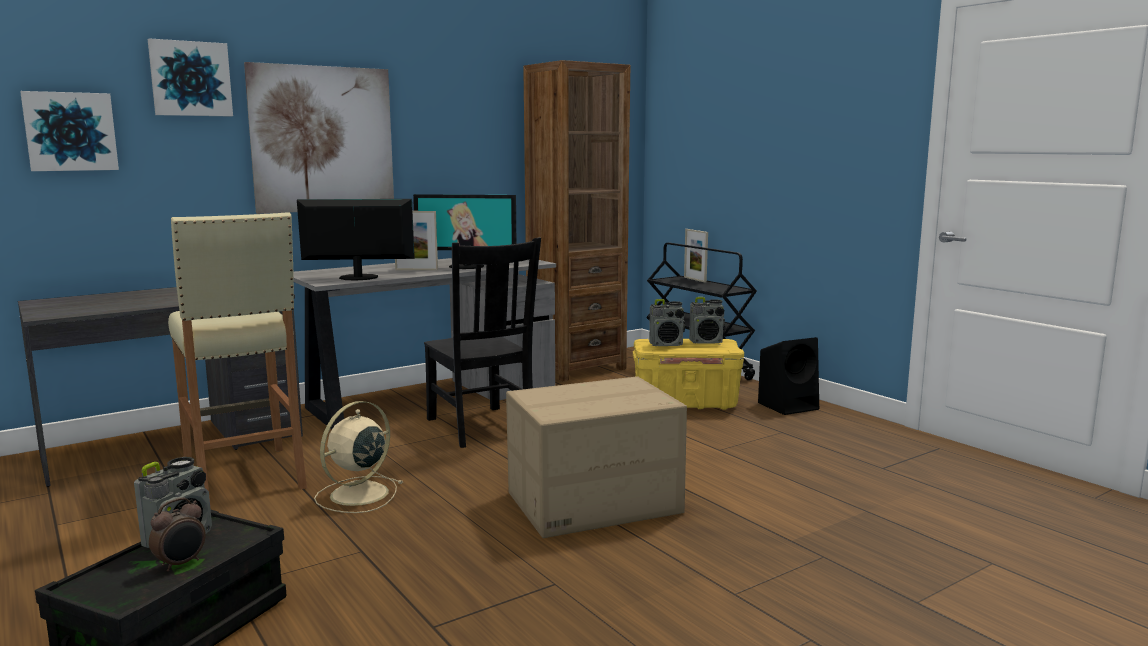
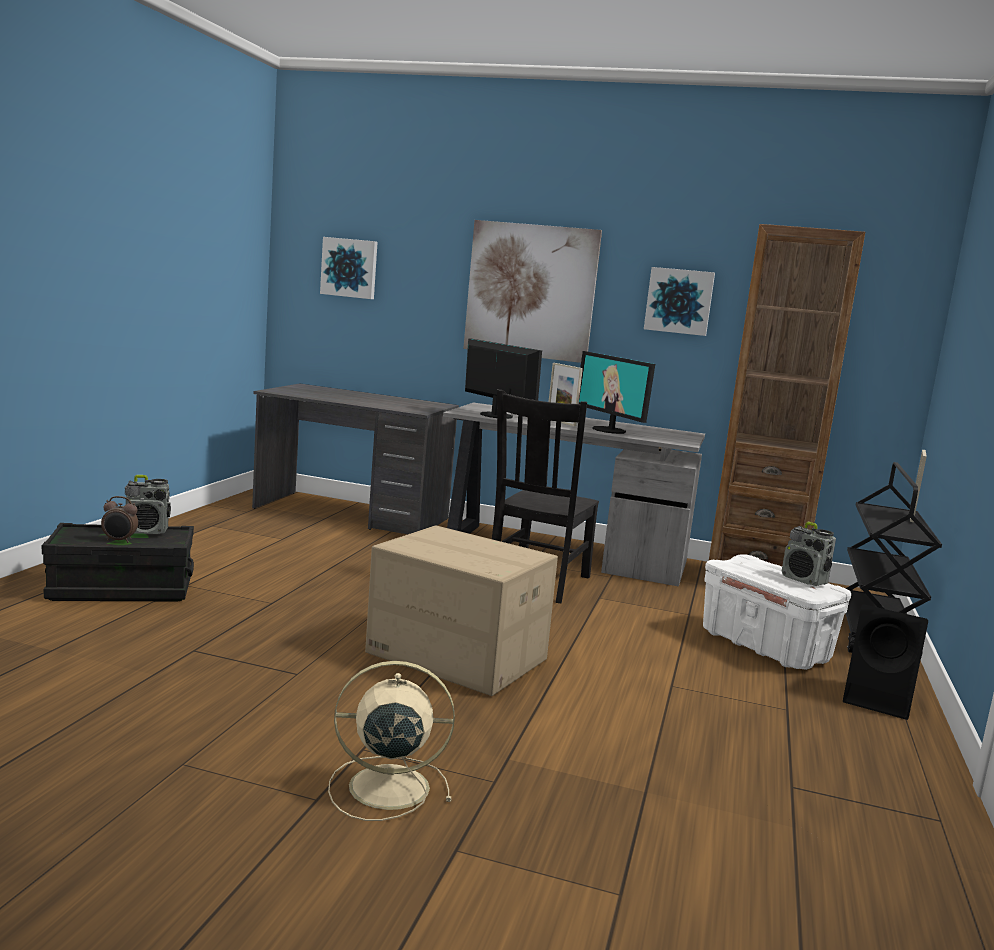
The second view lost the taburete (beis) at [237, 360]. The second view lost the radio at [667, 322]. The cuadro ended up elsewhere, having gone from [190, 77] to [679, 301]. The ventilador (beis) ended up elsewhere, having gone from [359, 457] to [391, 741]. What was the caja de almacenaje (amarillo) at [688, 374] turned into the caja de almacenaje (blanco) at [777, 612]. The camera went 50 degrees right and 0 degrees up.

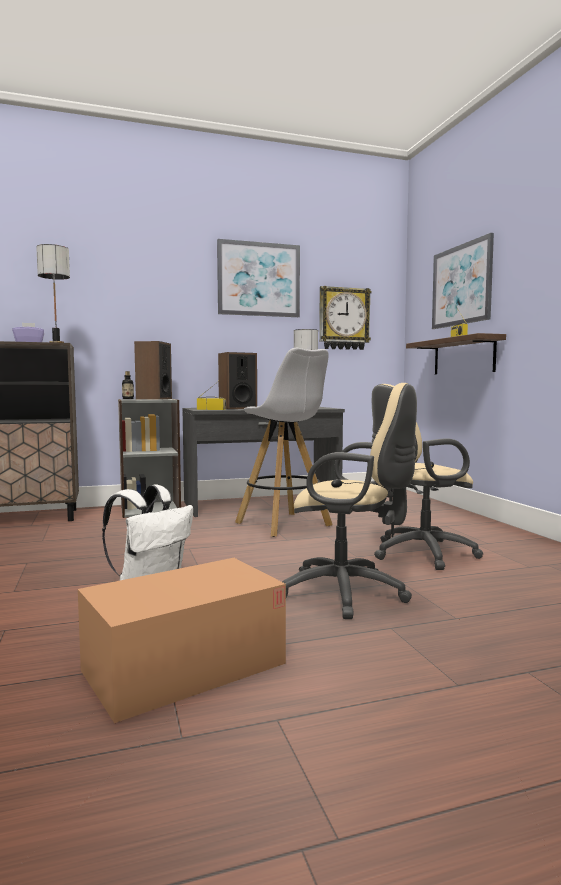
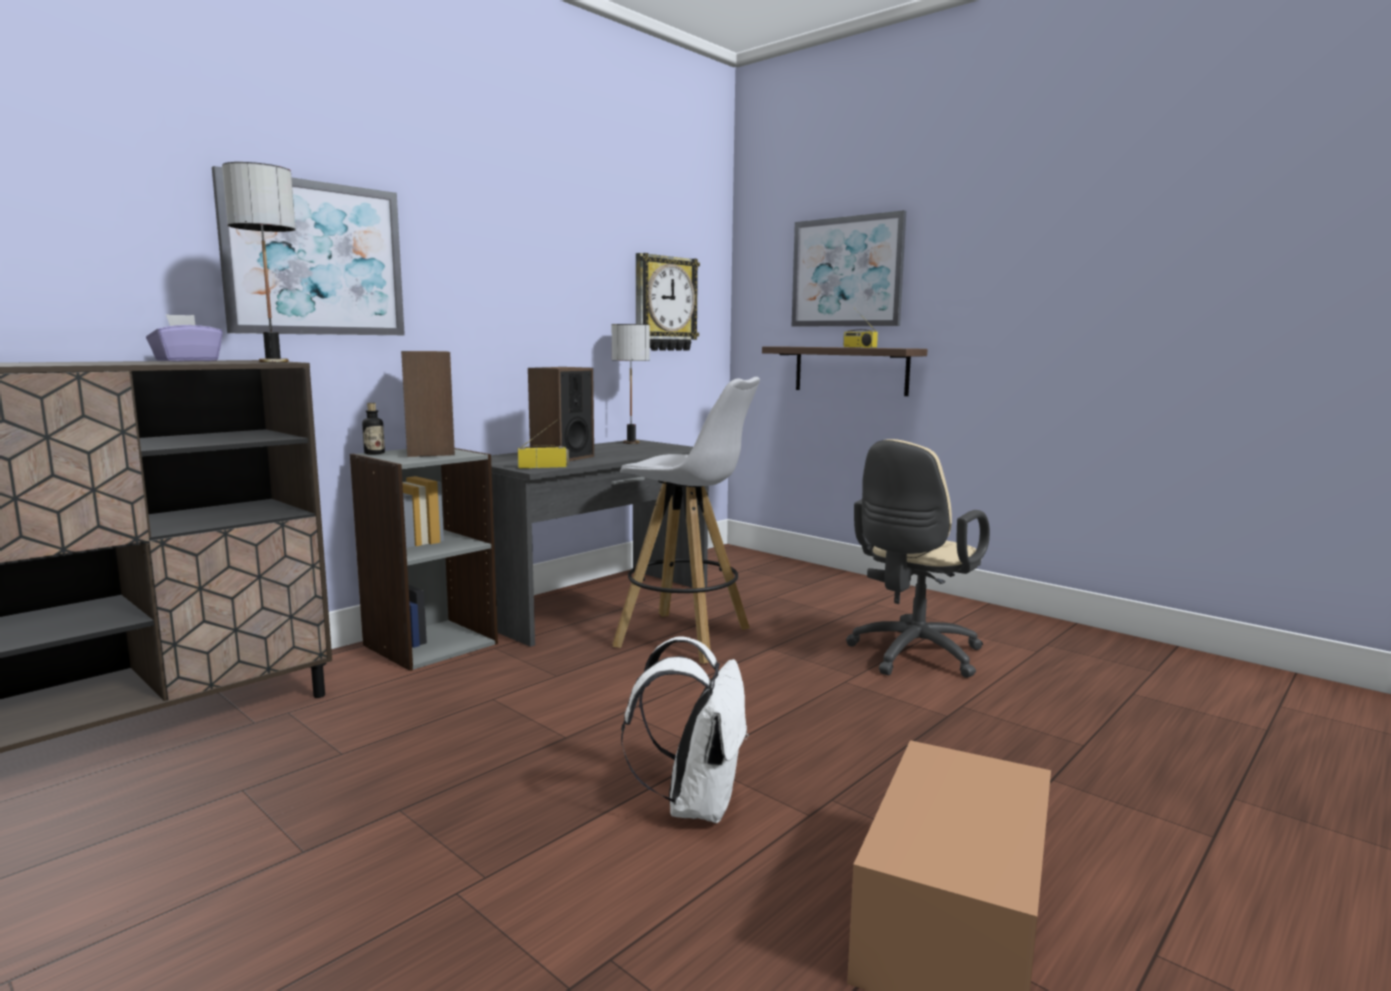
The second view lost the silla de oficina (beis) at [349, 501]. The cuadro ended up elsewhere, having gone from [258, 278] to [308, 250]. The camera went 30 degrees left and 5 degrees up.

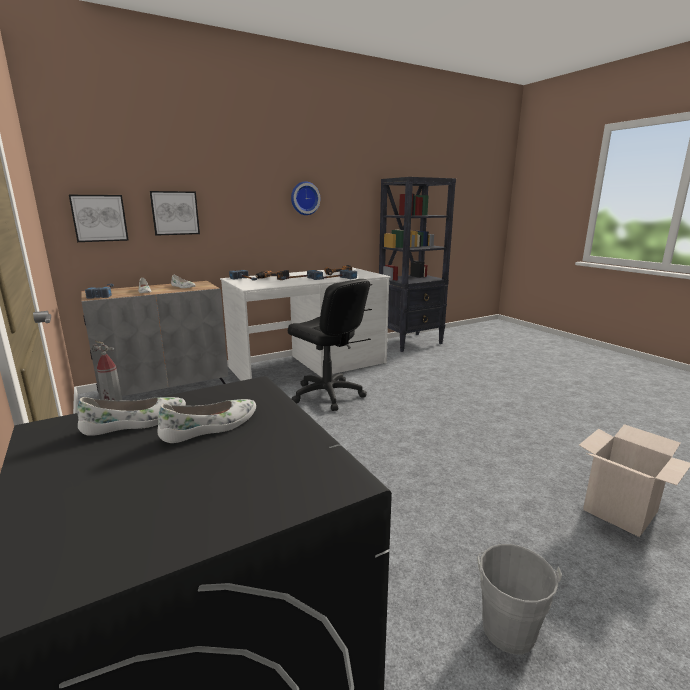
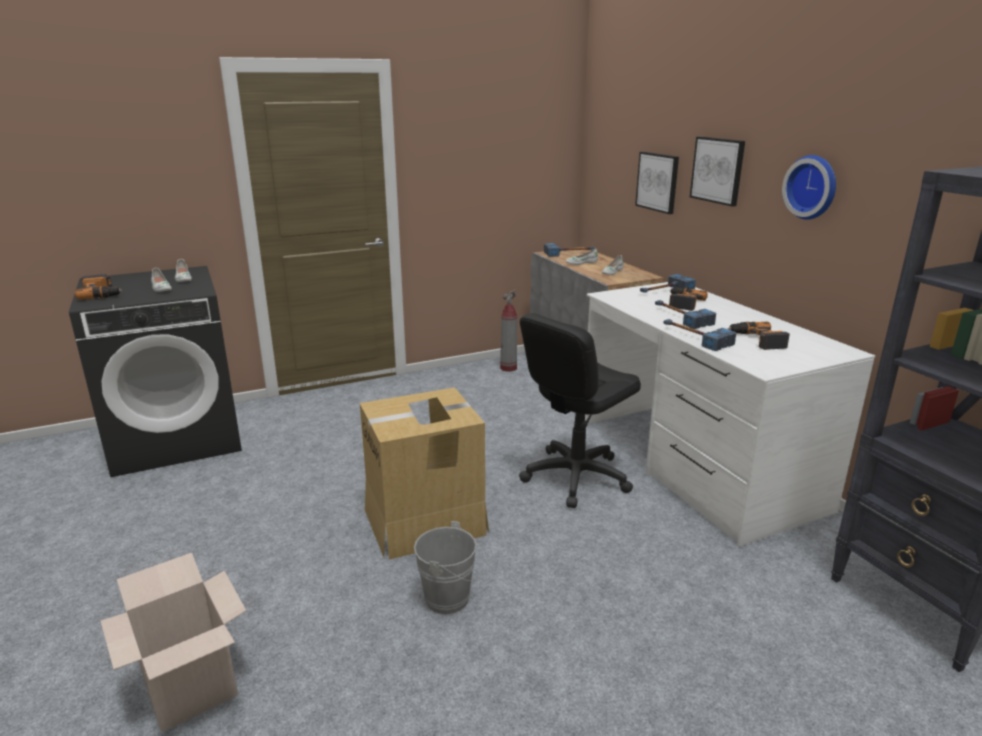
The second view gained the taladro at [98, 287]. The second view gained the caja de cartón at [424, 474]. The cuadro ended up elsewhere, having gone from [99, 218] to [717, 172]. The cubo (gris) ended up elsewhere, having gone from [519, 599] to [451, 568]. The camera went 95 degrees right and 5 degrees up.

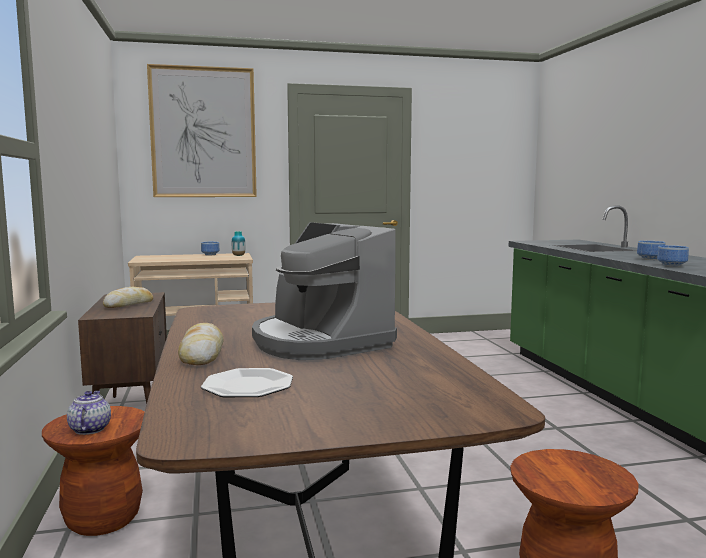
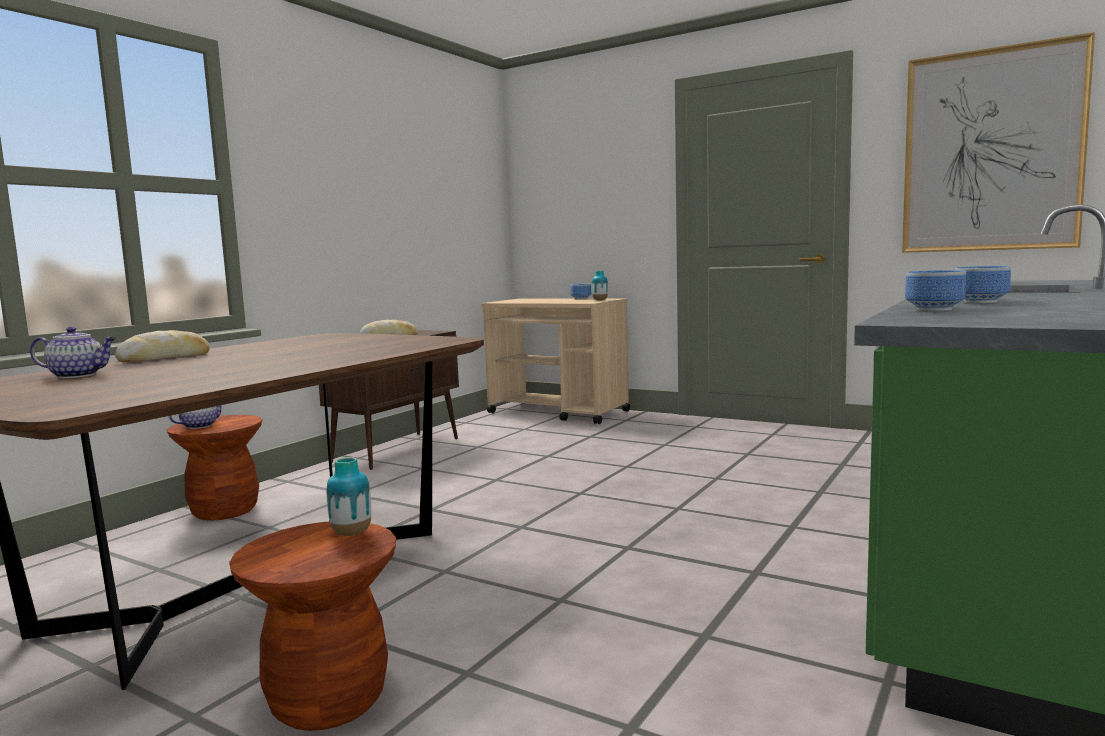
The second view lost the cafetera at [324, 291]. The second view gained the florero at [349, 496]. The cuadro ended up elsewhere, having gone from [202, 130] to [998, 142]. Where the plato stood at [247, 382], the tetera came to stand at [73, 352]. The camera went 45 degrees right and 0 degrees up.

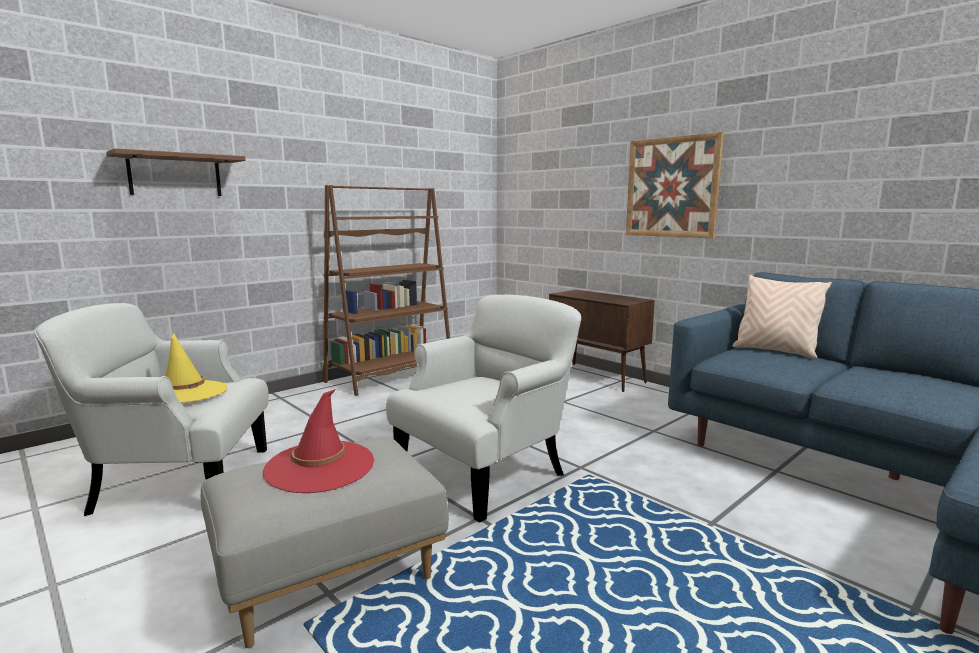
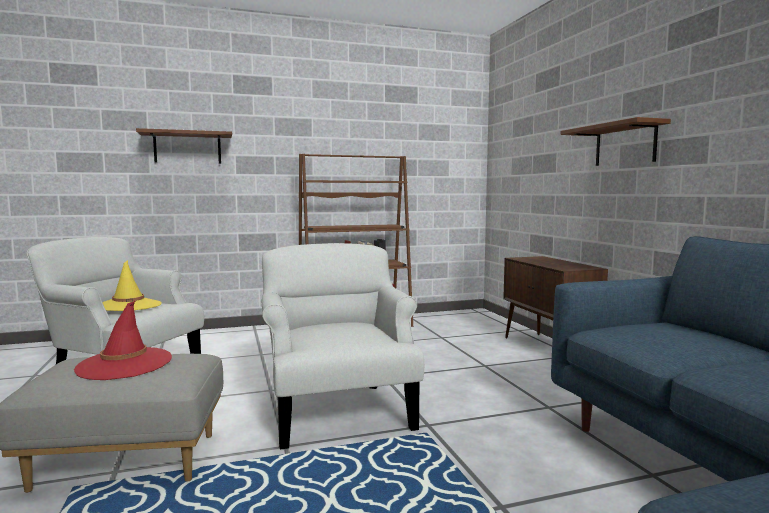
The second view lost the cojín (beis) at [782, 317]. Where the cuadro hung at [675, 185], the estante (marrón) came to hang at [615, 141]. The sillón (blanco) at [483, 409] ended up facing another way, 90 degrees counterclockwise from before. The camera went 25 degrees right and 5 degrees down.

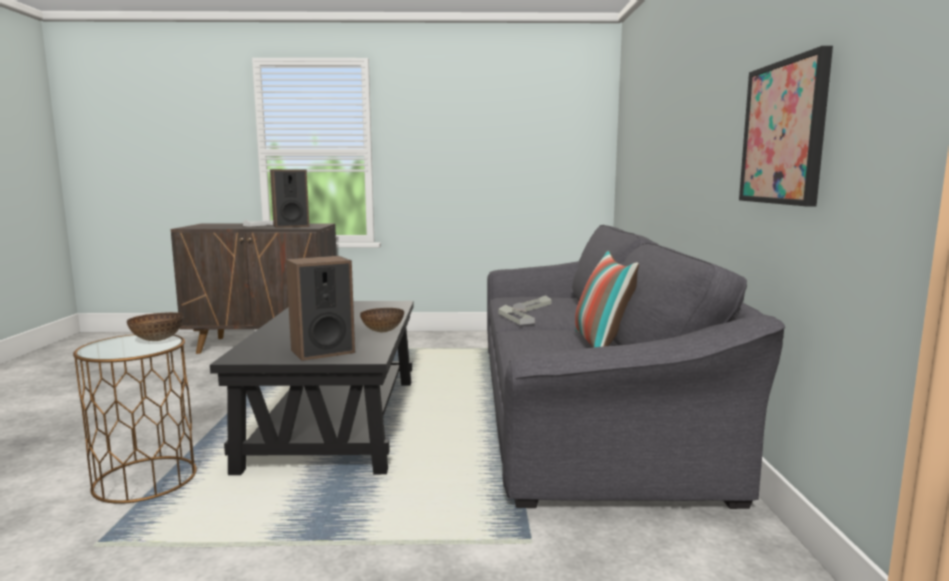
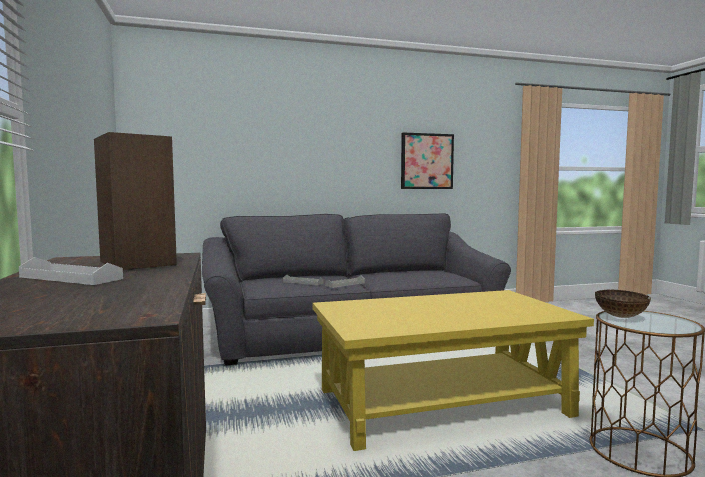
The second view lost the altavoz at [320, 308]. The second view lost the cuenco at [382, 320]. The second view lost the cojín at [607, 299]. What was the mesa de centro (negro) at [312, 388] turned into the mesa de centro (amarillo) at [453, 370]. The camera went 105 degrees left and 5 degrees down.

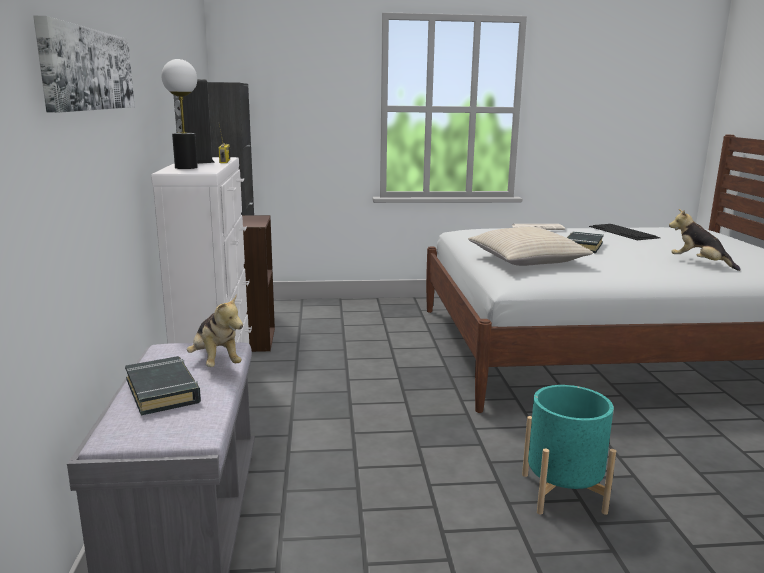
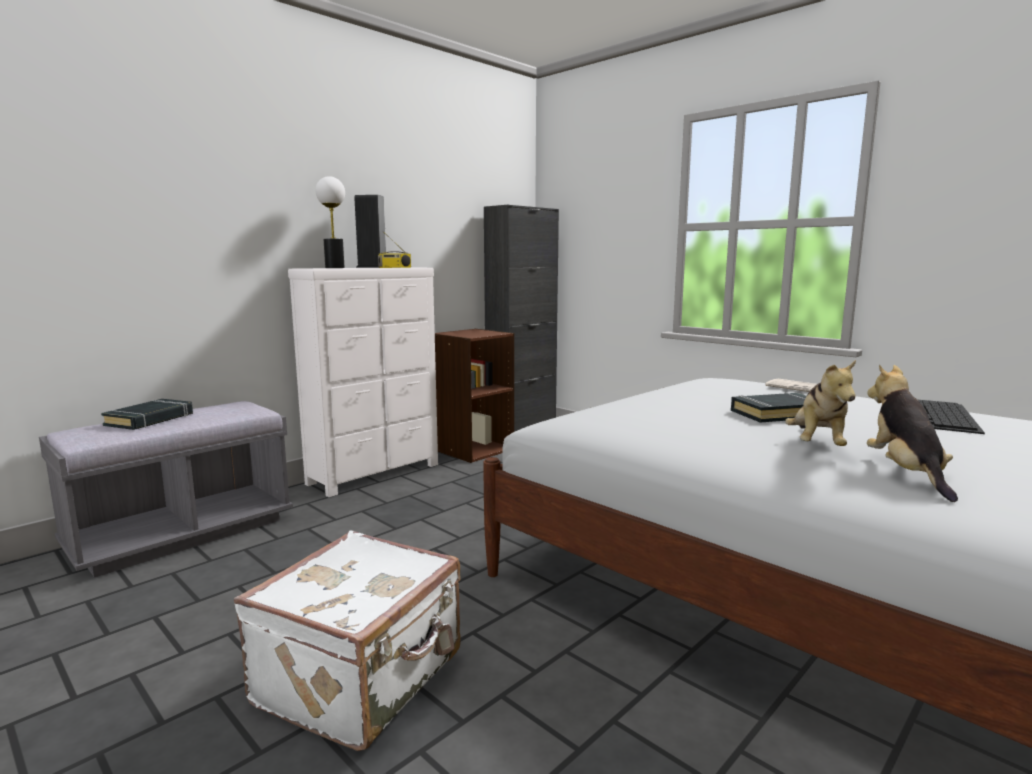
The second view lost the cuadro at [84, 64]. The second view lost the cojín (beis) at [530, 246]. The peluche ended up elsewhere, having gone from [215, 331] to [820, 403]. Where the maceta (turquesa) stood at [569, 450], the maleta (blanco) came to stand at [347, 640]. The camera went 50 degrees right and 5 degrees down.

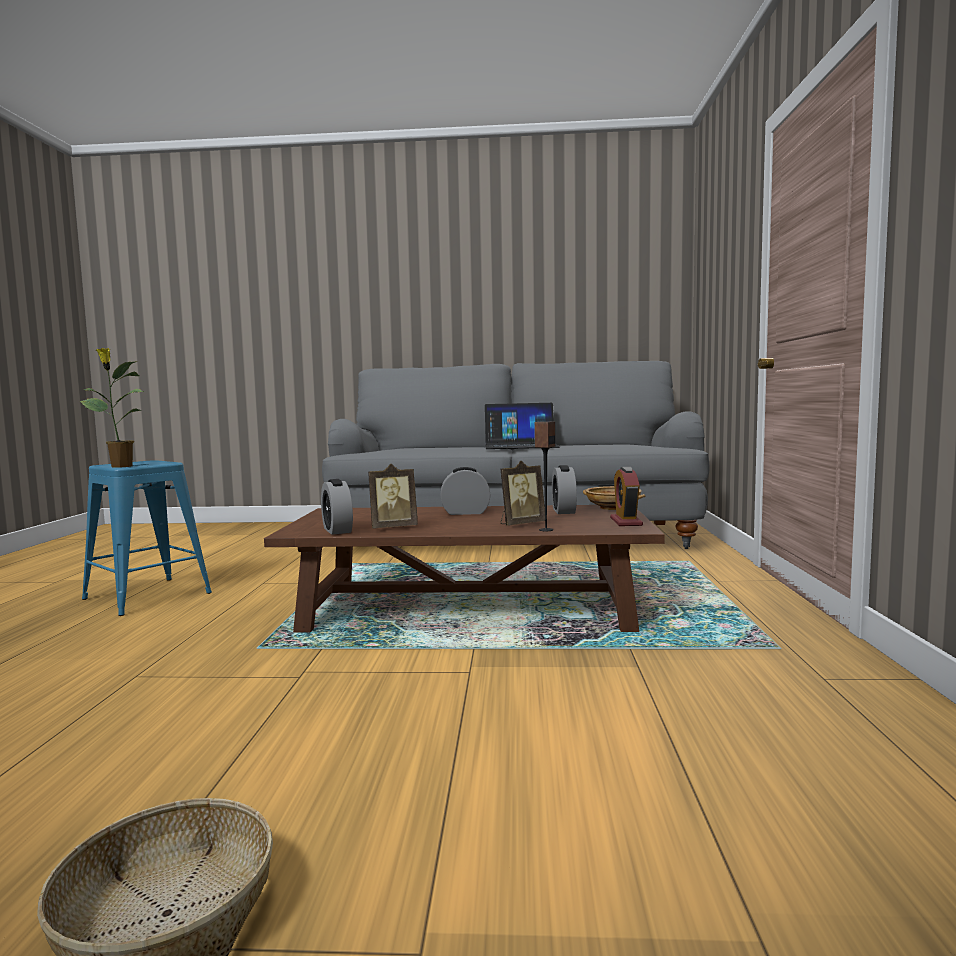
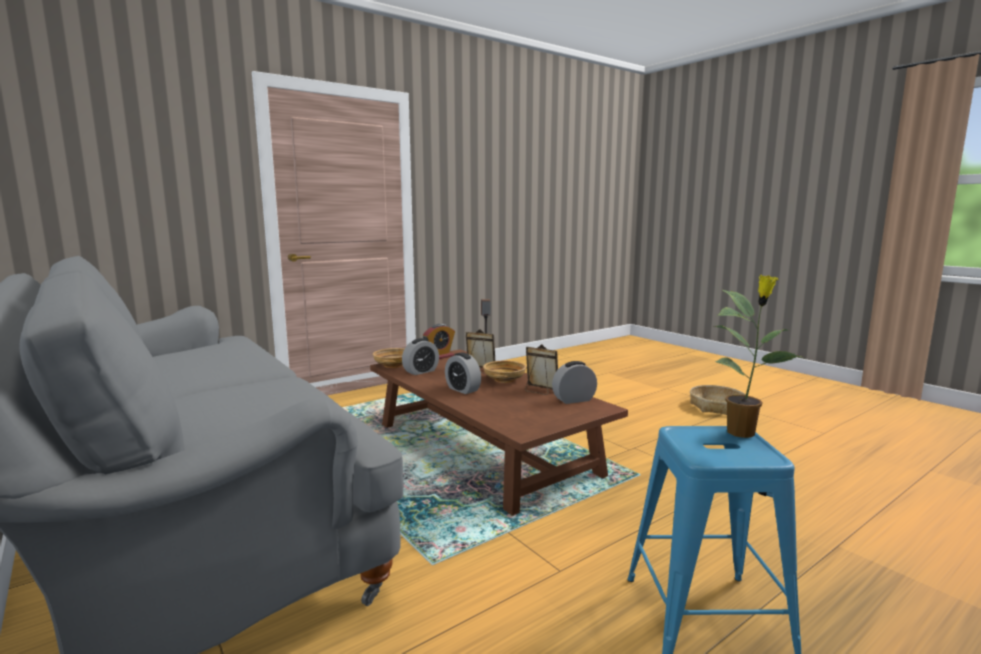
The second view lost the portátil at [522, 426]. The second view gained the cuenco (beis) at [504, 372]. The despertador at [337, 507] ended up facing another way, 135 degrees counterclockwise from before. The camera went 130 degrees left and 5 degrees up.

